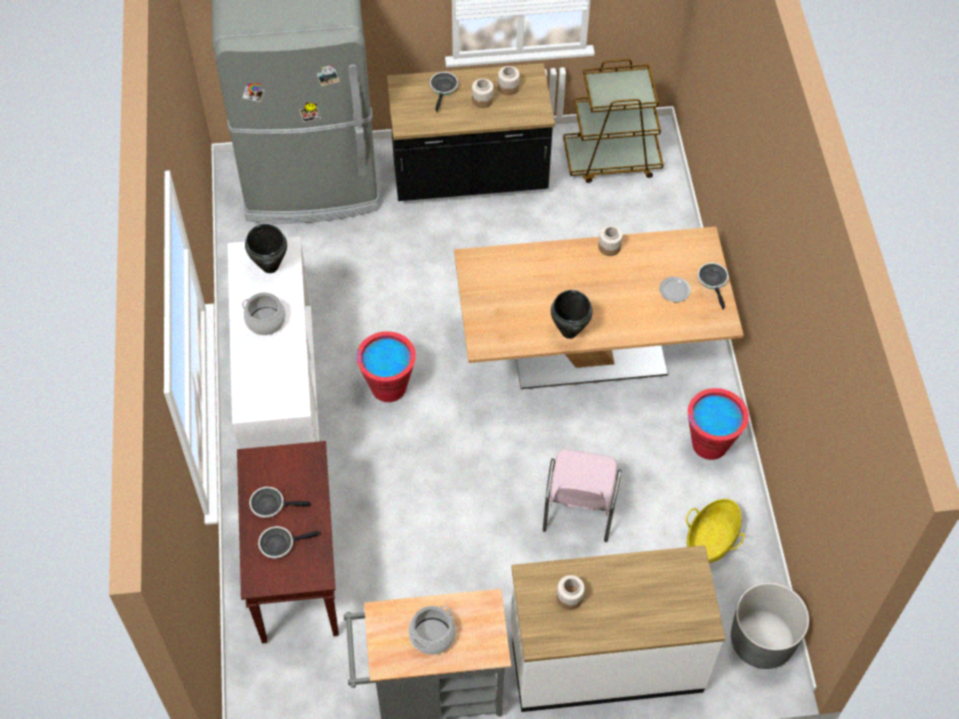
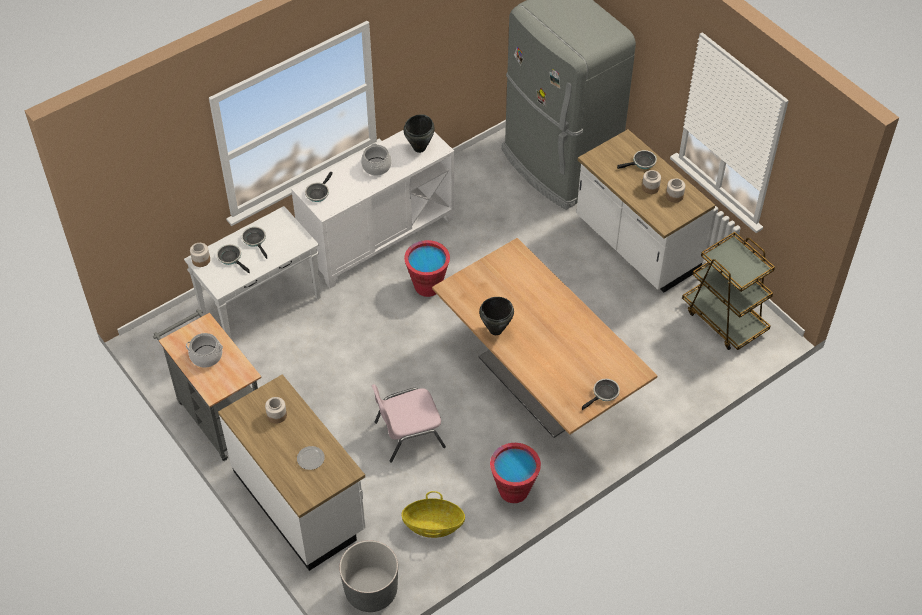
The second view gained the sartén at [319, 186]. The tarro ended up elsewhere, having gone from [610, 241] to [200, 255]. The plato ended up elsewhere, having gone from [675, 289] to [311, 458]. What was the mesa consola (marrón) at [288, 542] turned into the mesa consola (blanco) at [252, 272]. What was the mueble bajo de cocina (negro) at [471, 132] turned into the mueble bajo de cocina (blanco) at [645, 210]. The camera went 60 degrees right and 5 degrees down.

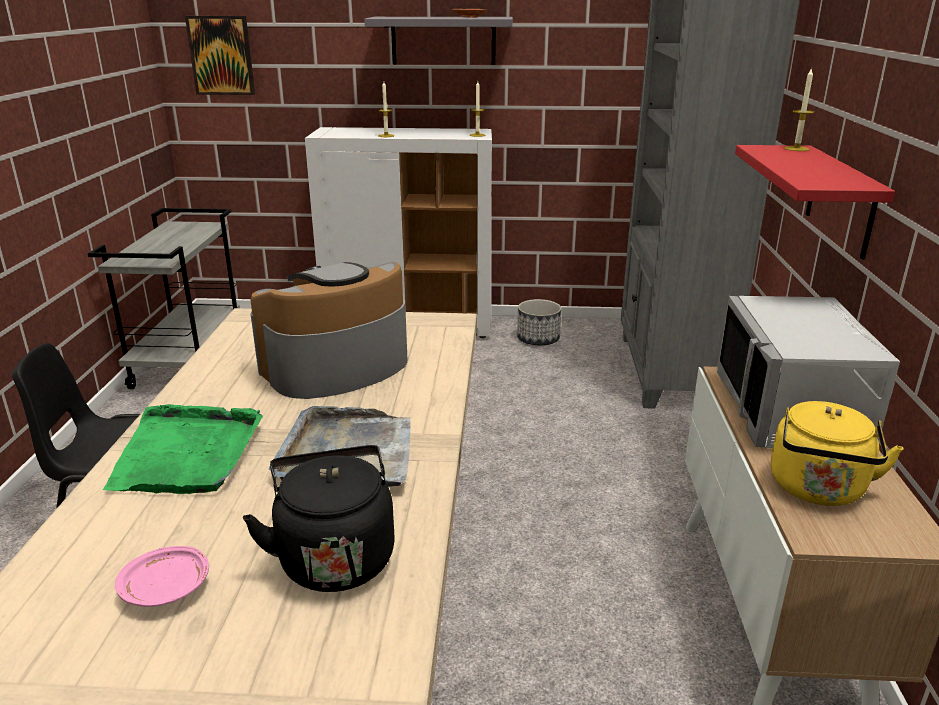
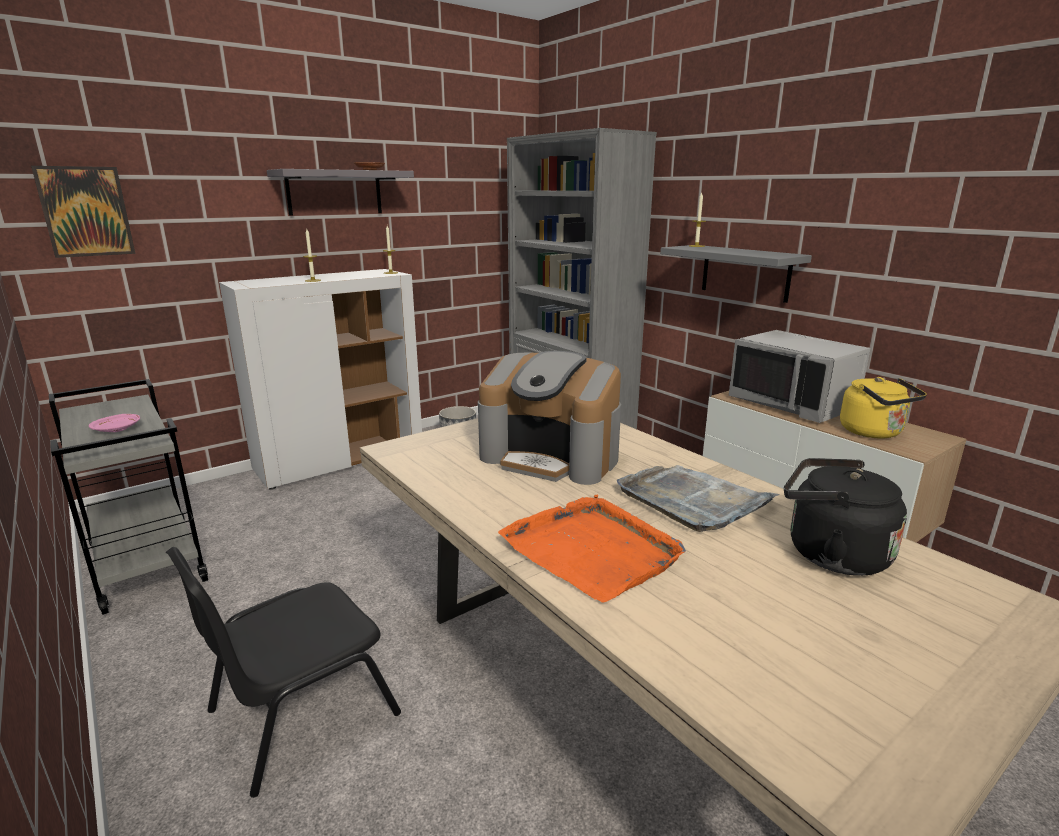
The plato (rosa) ended up elsewhere, having gone from [162, 576] to [114, 423]. What was the bandeja (verde) at [183, 449] turned into the bandeja (naranja) at [592, 549]. What was the estante (rojo) at [815, 202] turned into the estante (gris) at [736, 274]. The cafetera at [328, 330] ended up facing another way, 75 degrees counterclockwise from before. The camera went 40 degrees left and 5 degrees down.

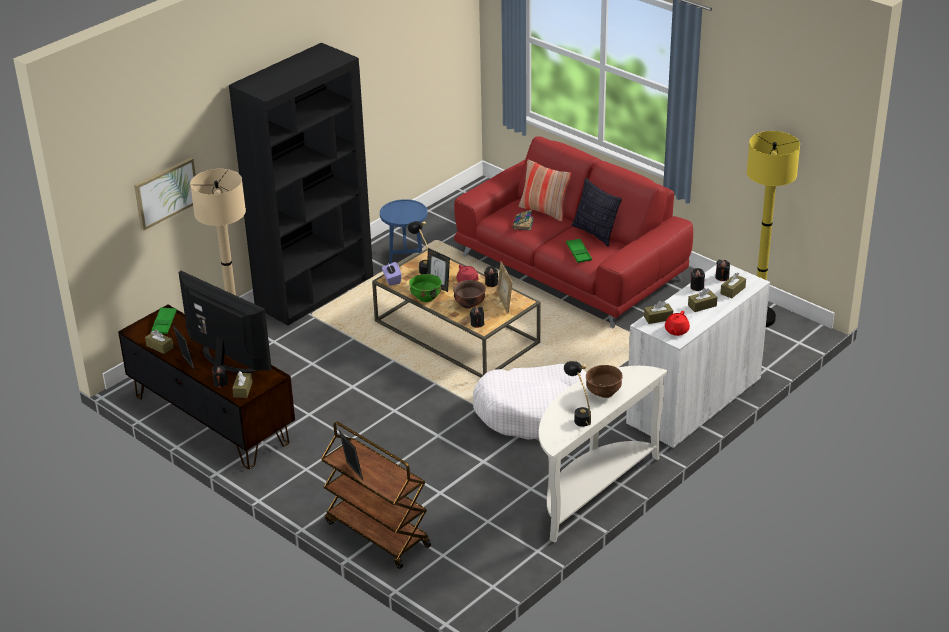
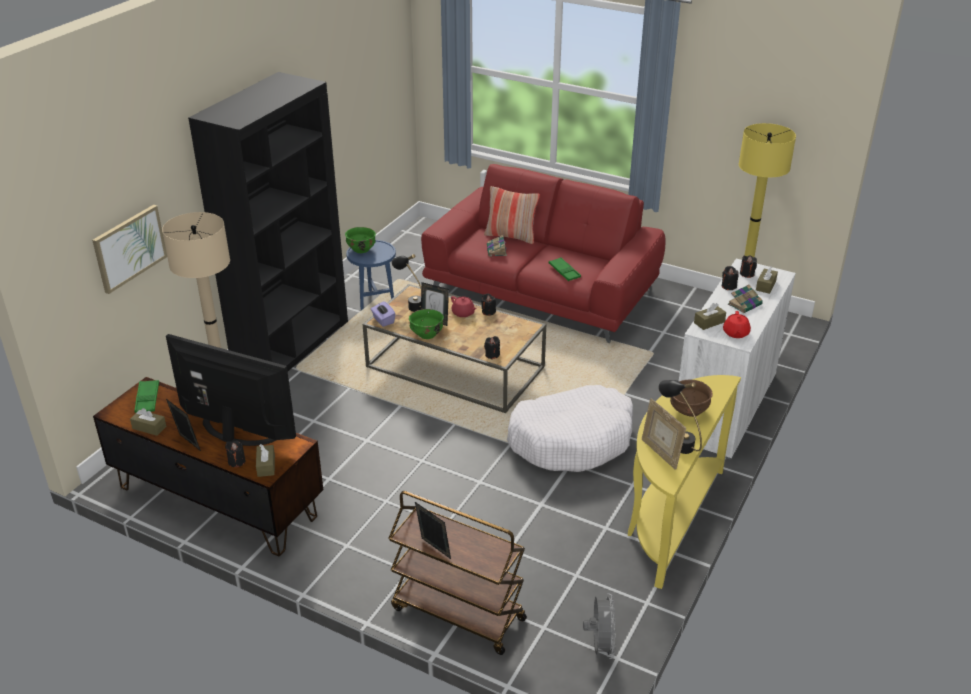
The second view lost the cuenco (marrón) at [469, 294]. The second view lost the cojín at [597, 212]. The second view gained the cuenco (verde) at [360, 240]. The second view gained the ventilador (gris) at [599, 626]. The portarretratos ended up elsewhere, having gone from [505, 287] to [664, 434]. Where the caja de pañuelos (marrón) stood at [702, 300], the libro came to stand at [745, 298]. What was the mesa consola (blanco) at [603, 454] turned into the mesa consola (amarillo) at [684, 482]. The camera went 15 degrees left and 0 degrees up.

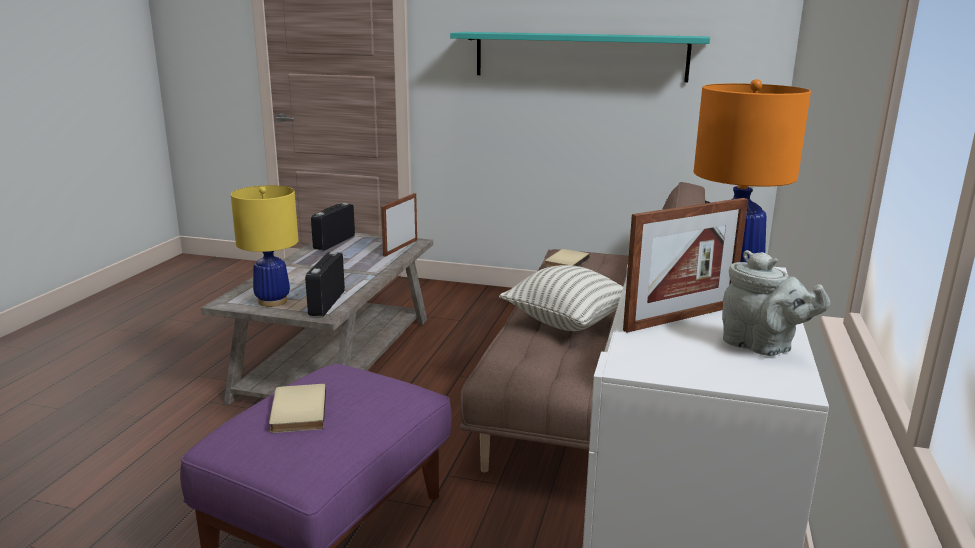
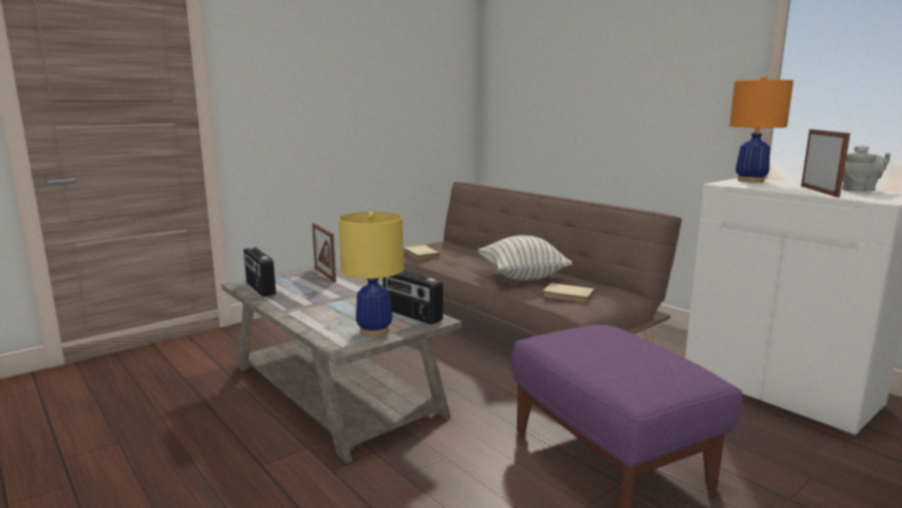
The second view lost the estante (turquesa) at [580, 57]. The libro (beis) ended up elsewhere, having gone from [297, 408] to [569, 292]. The camera went 55 degrees left and 5 degrees down.

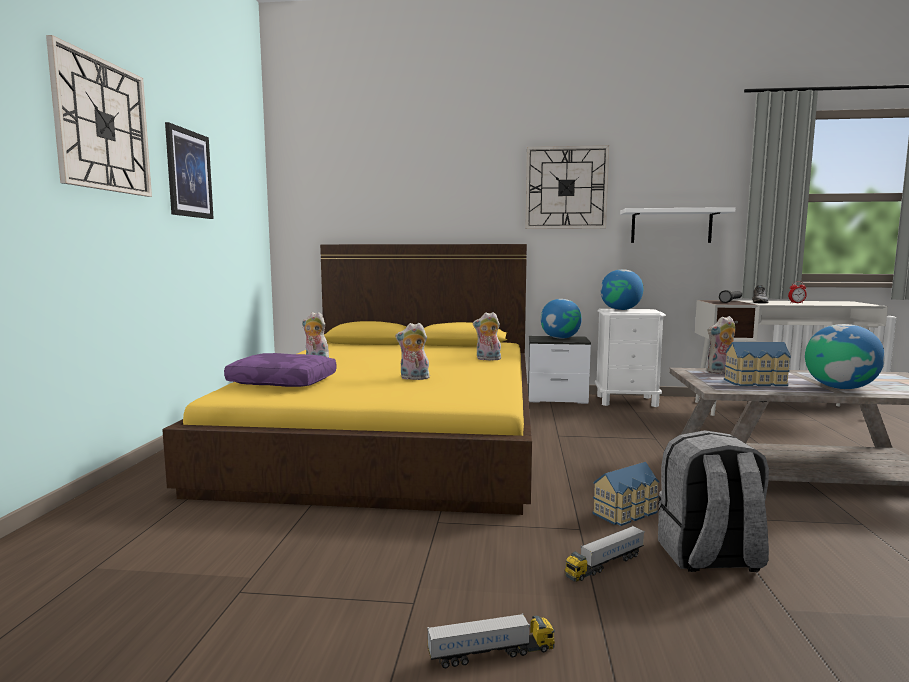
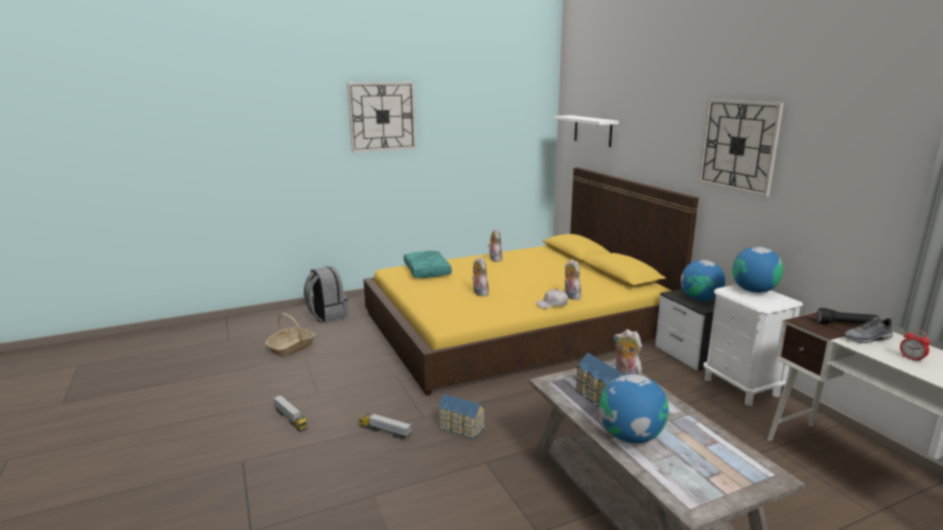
The second view lost the cuadro at [189, 170]. The second view gained the cesta at [290, 335]. The second view gained the gorra (blanco) at [551, 299]. The estante (blanco) ended up elsewhere, having gone from [678, 225] to [586, 131]. The mochila (gris) ended up elsewhere, having gone from [713, 501] to [326, 294]. What was the cojín (morado) at [280, 370] turned into the cojín (turquesa) at [428, 264]. The camera went 60 degrees right and 10 degrees up.

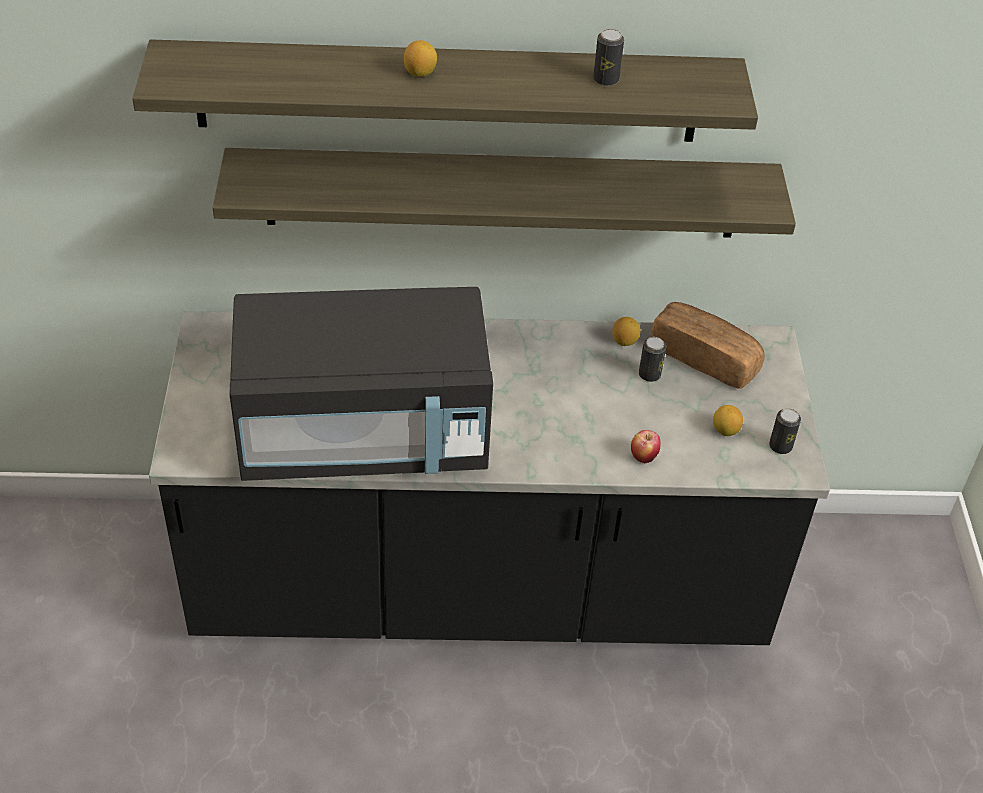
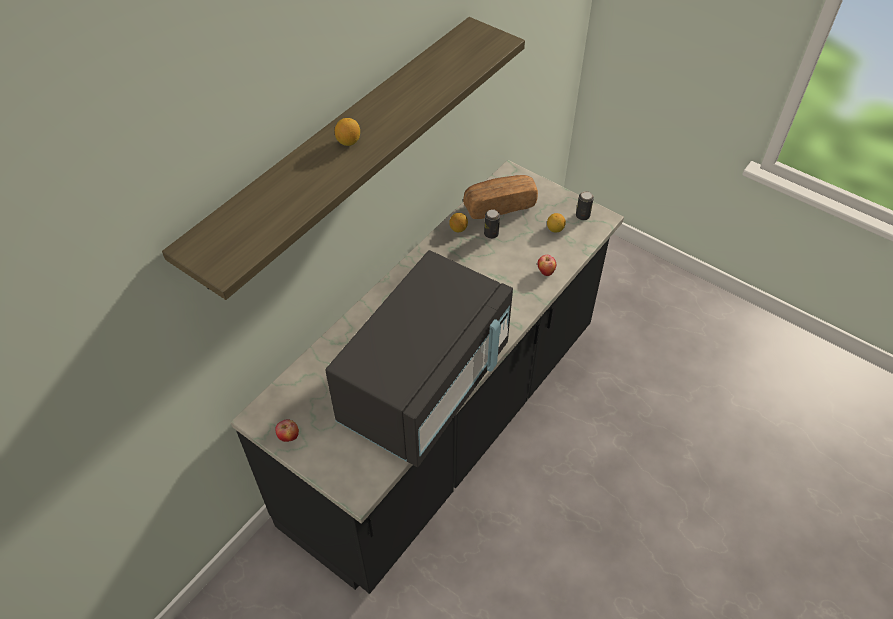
The second view lost the estante at [504, 193]. The second view lost the lata at [608, 57]. The second view gained the manzana at [287, 431]. The camera went 50 degrees left and 5 degrees up.

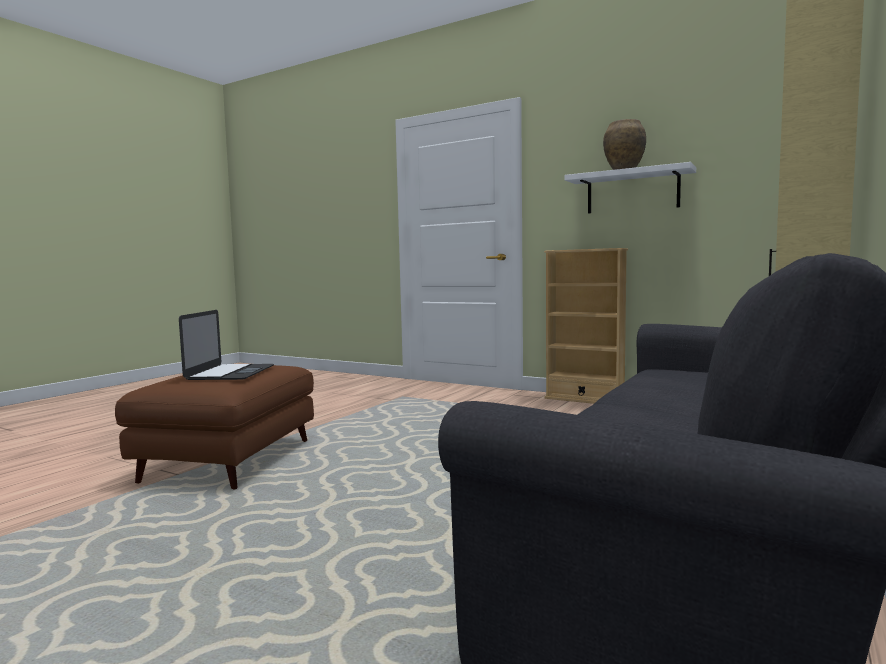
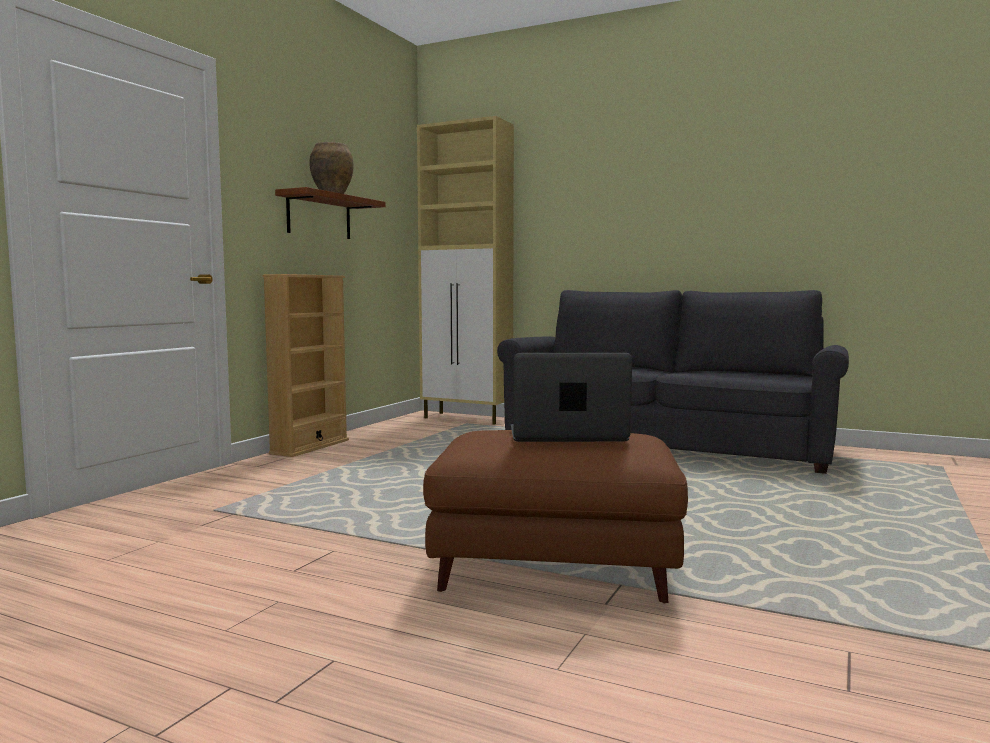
What was the estante (blanco) at [630, 188] turned into the estante (marrón) at [330, 213]. The camera went 95 degrees left and 0 degrees up.

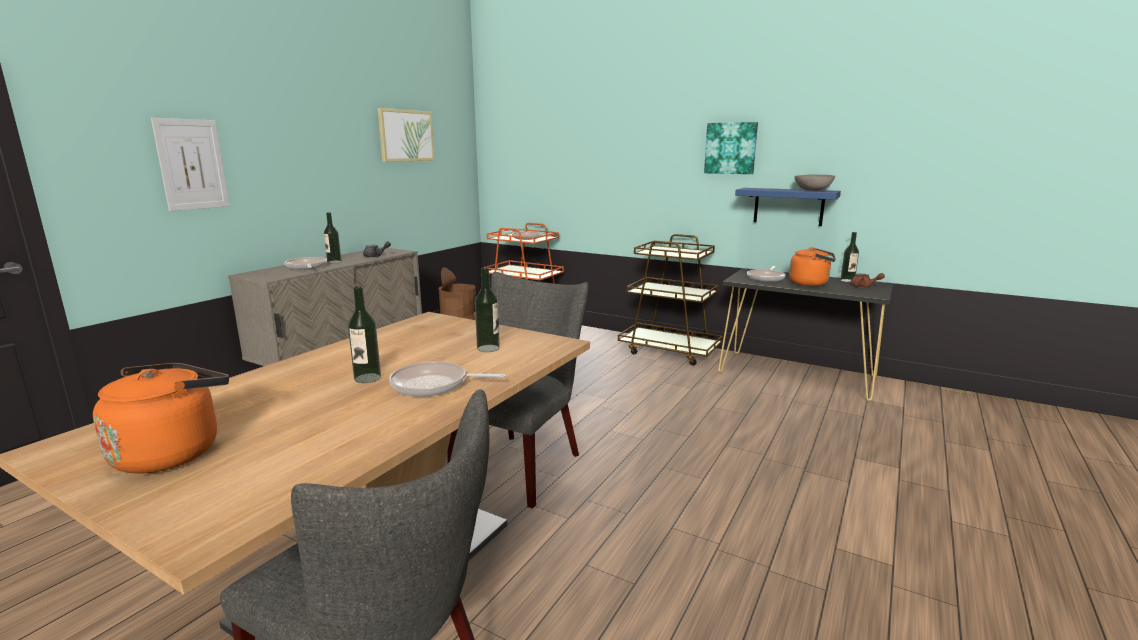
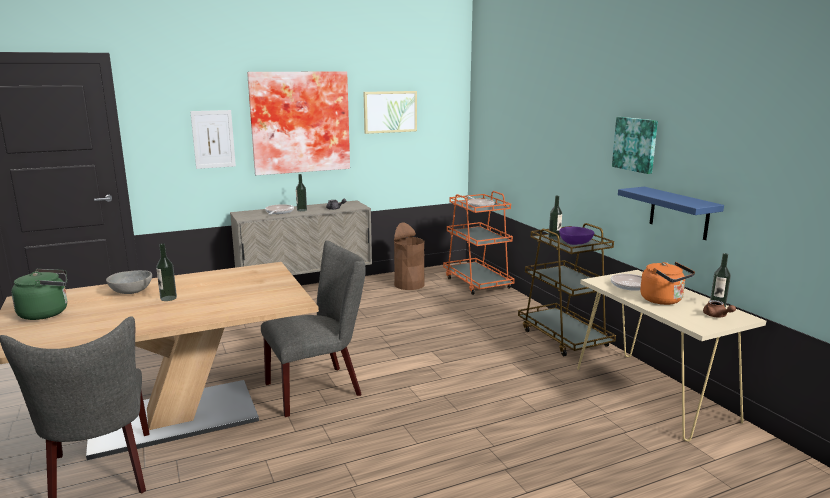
The second view lost the sartén at [447, 379]. The second view gained the cuadro at [298, 123]. The second view gained the cuenco (morado) at [576, 236]. The botella ended up elsewhere, having gone from [487, 310] to [555, 218]. The cuenco (gris) ended up elsewhere, having gone from [815, 183] to [129, 282]. What was the hervidor (naranja) at [161, 418] turned into the hervidor (verde) at [39, 294]. What was the mesa consola (negro) at [805, 335] turned into the mesa consola (beis) at [671, 356]. The camera went 35 degrees right and 0 degrees up.

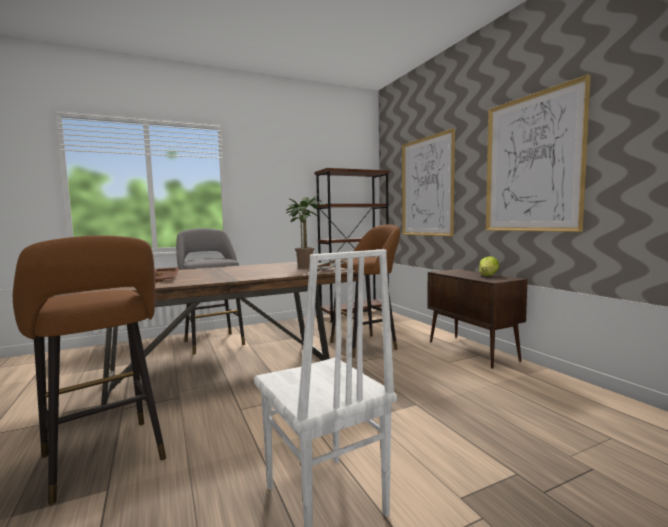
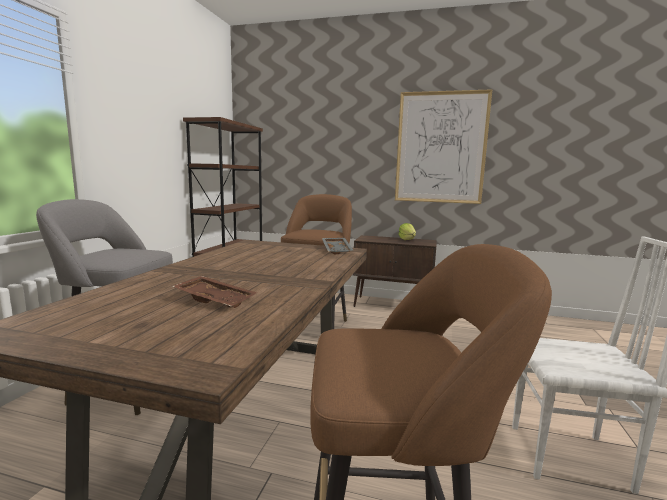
The second view lost the planta en maceta at [305, 231]. The second view lost the cuadro at [428, 182]. The camera went 50 degrees left and 5 degrees up.

